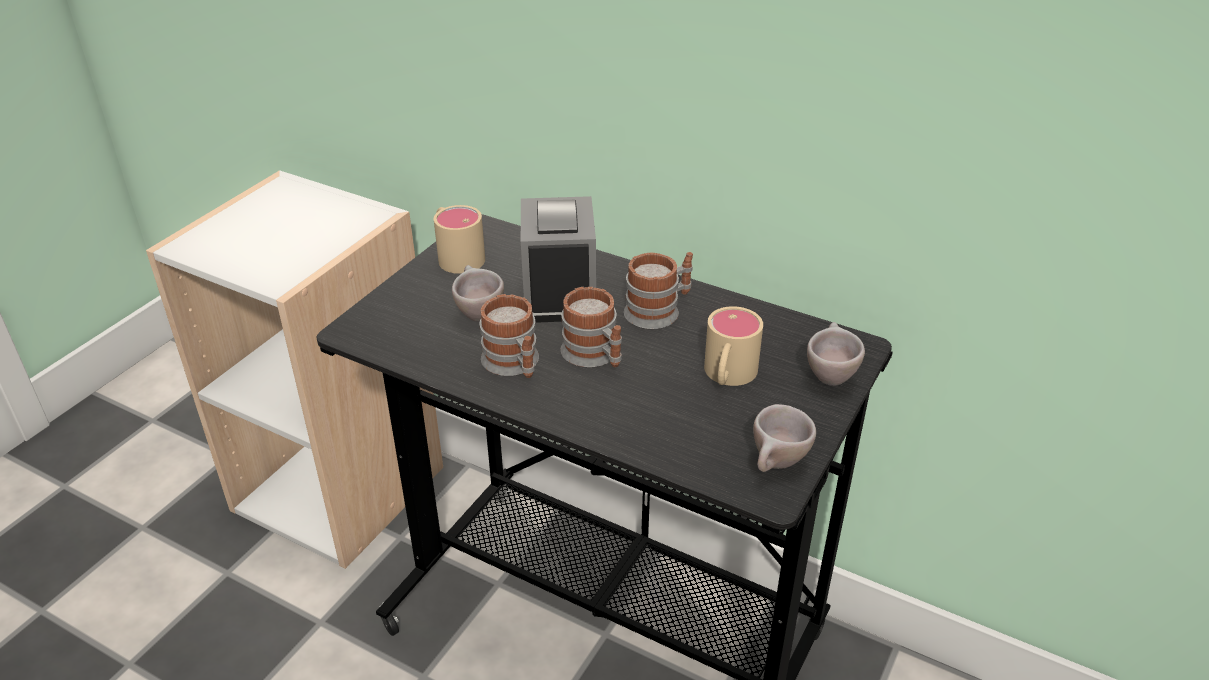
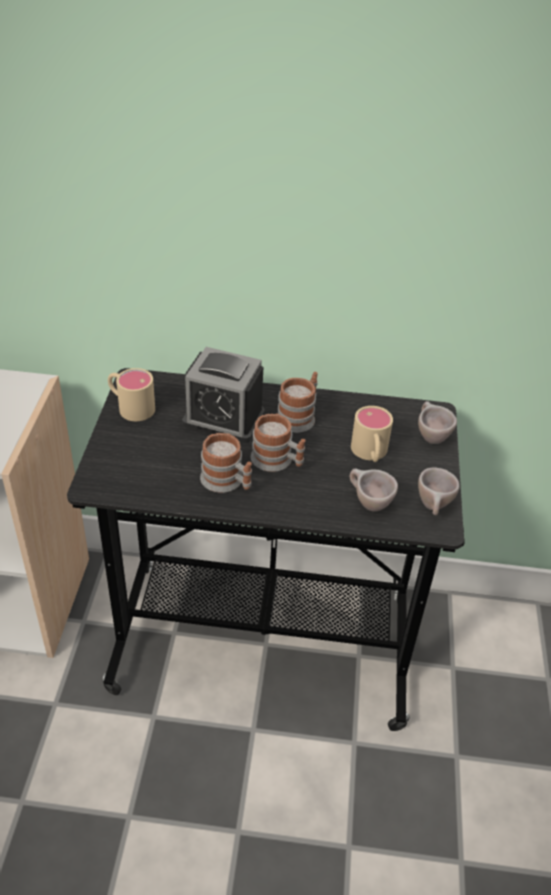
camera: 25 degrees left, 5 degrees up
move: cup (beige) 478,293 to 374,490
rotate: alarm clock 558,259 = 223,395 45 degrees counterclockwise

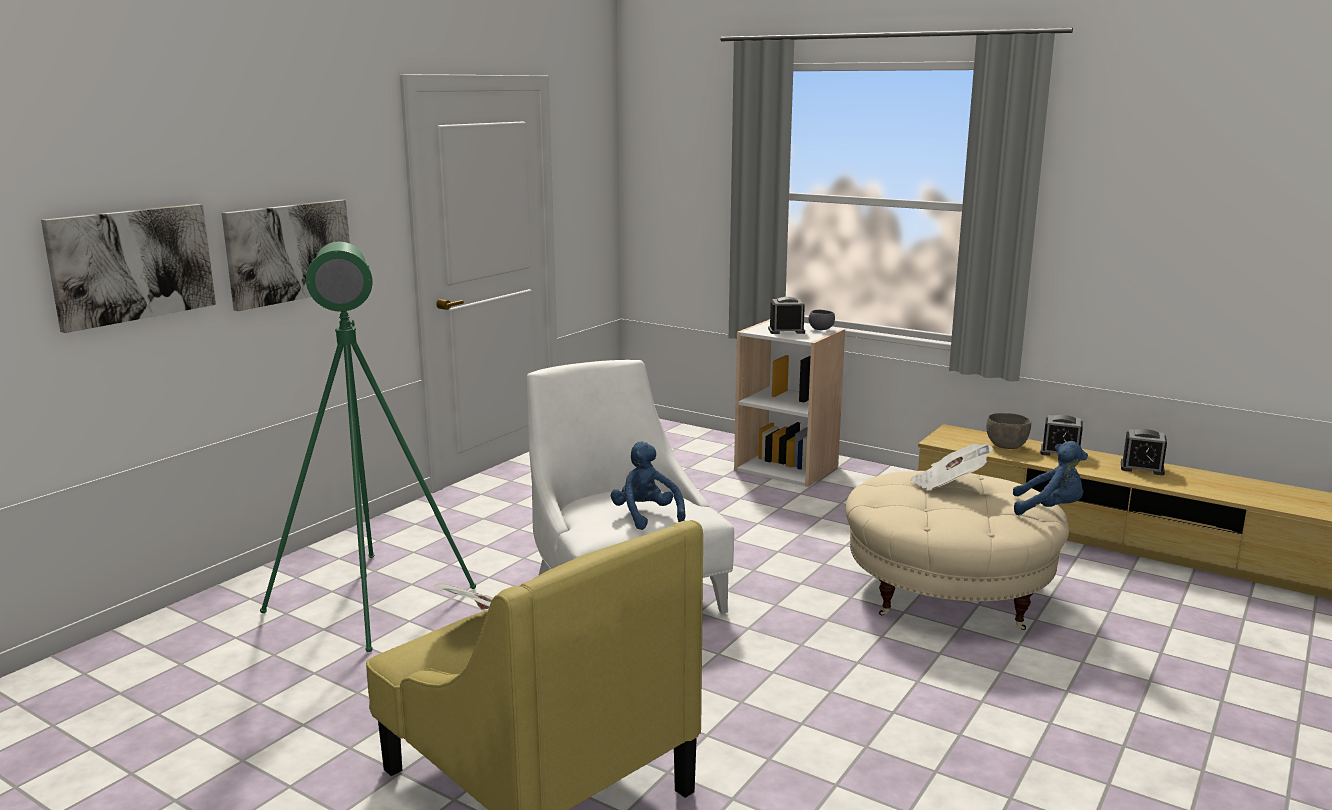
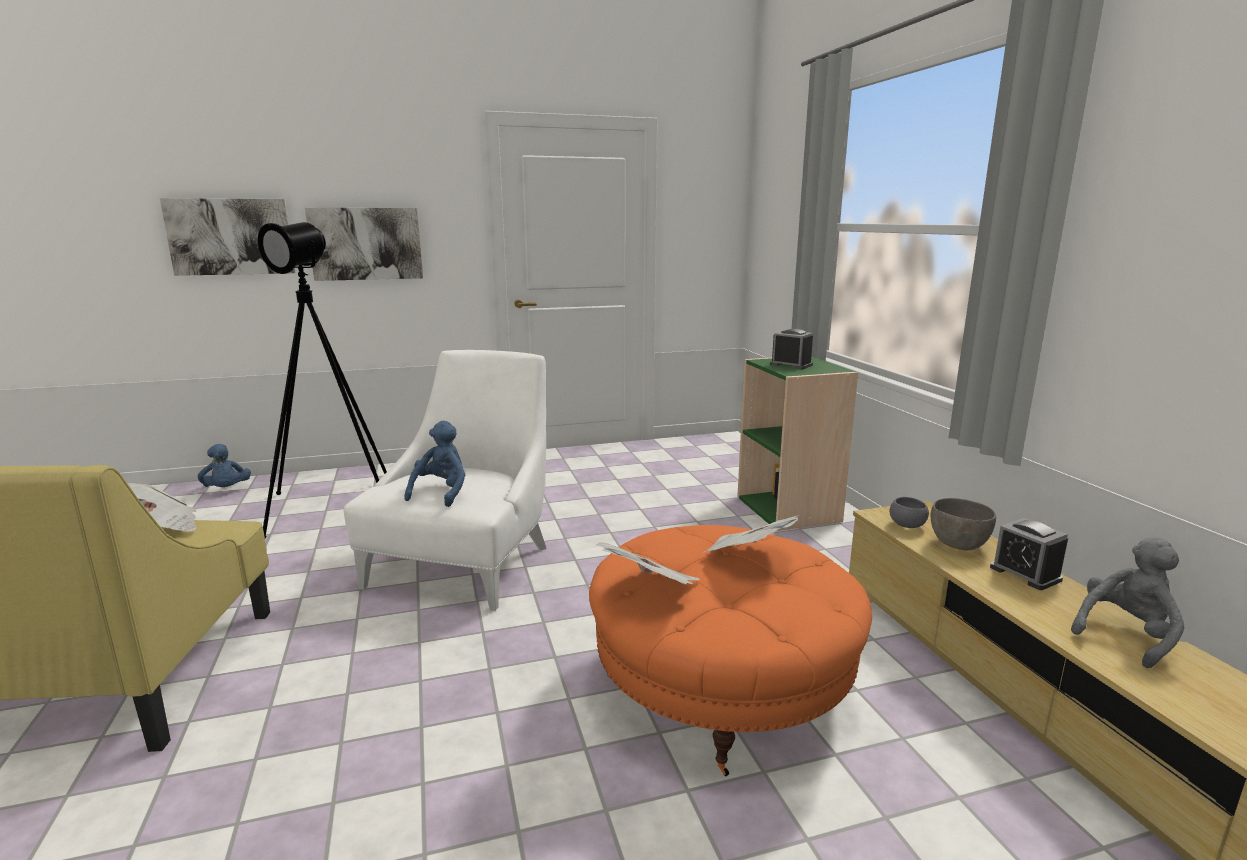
camera: 40 degrees right, 0 degrees up
insert: newspaper 648,564
move: bowl (grey) 822,320 to 909,512; plush toy (blue) 1050,478 to 224,465
replace: alarm clock 1144,452 to plush toy (grey) 1128,602
recolor: floor lamp (green) 368,447 to floor lamp (black) 322,380; bookcase (white) 789,403 to bookcase (green) 797,443; ottoman (beige) 957,550 to ottoman (orange) 730,650

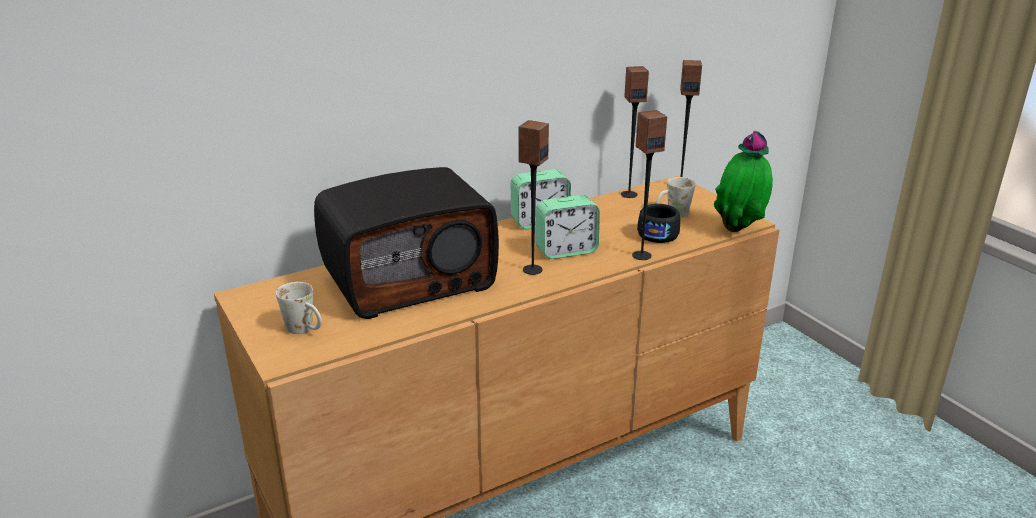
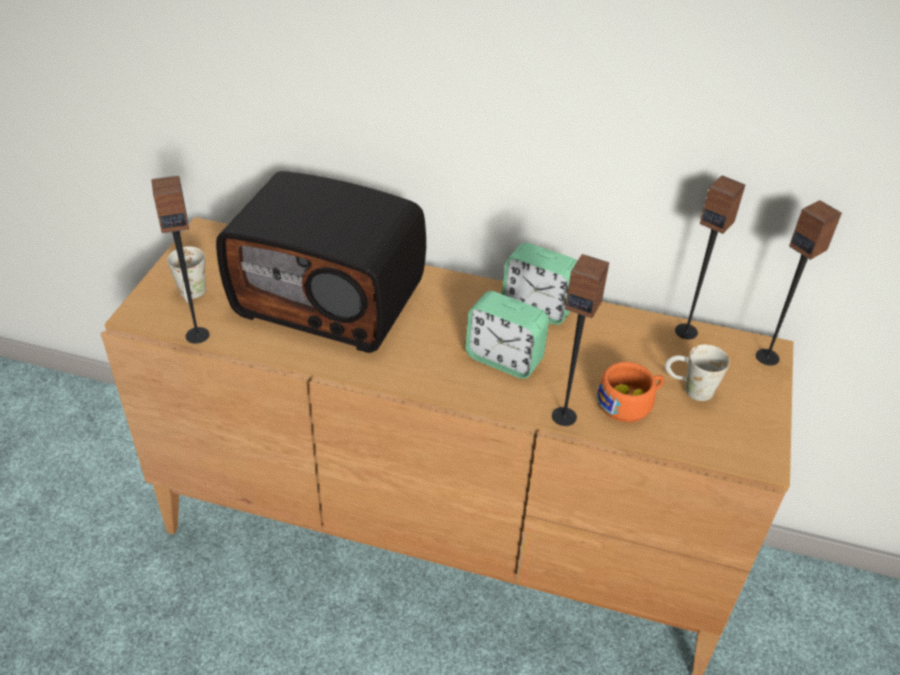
camera: 45 degrees right, 15 degrees up
delete: potted plant 743,181
move: speaker 533,197 to 180,259
recolor: cup (black) 658,223 to cup (orange) 630,392

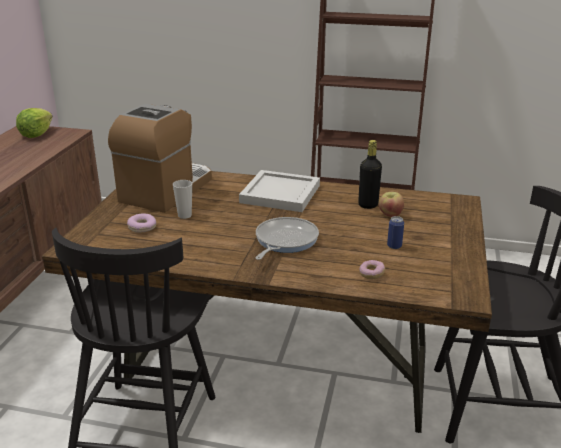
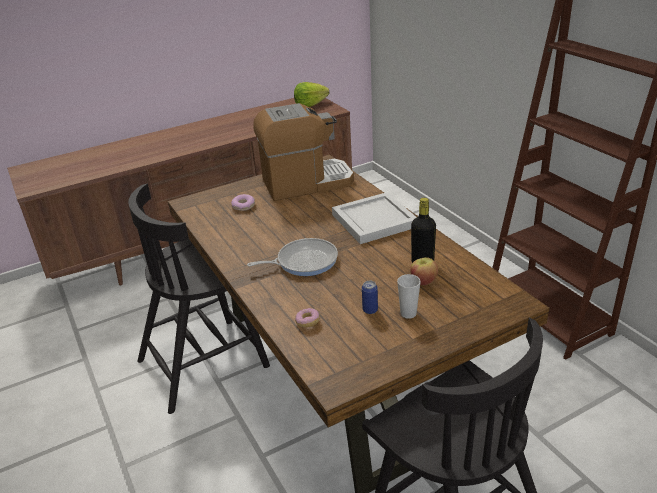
camera: 50 degrees right, 5 degrees up
move: cup 182,199 to 409,296

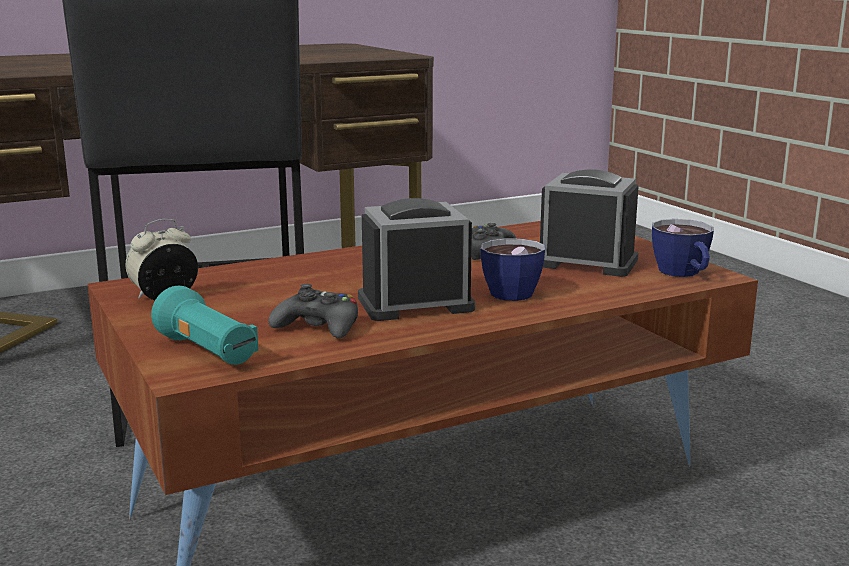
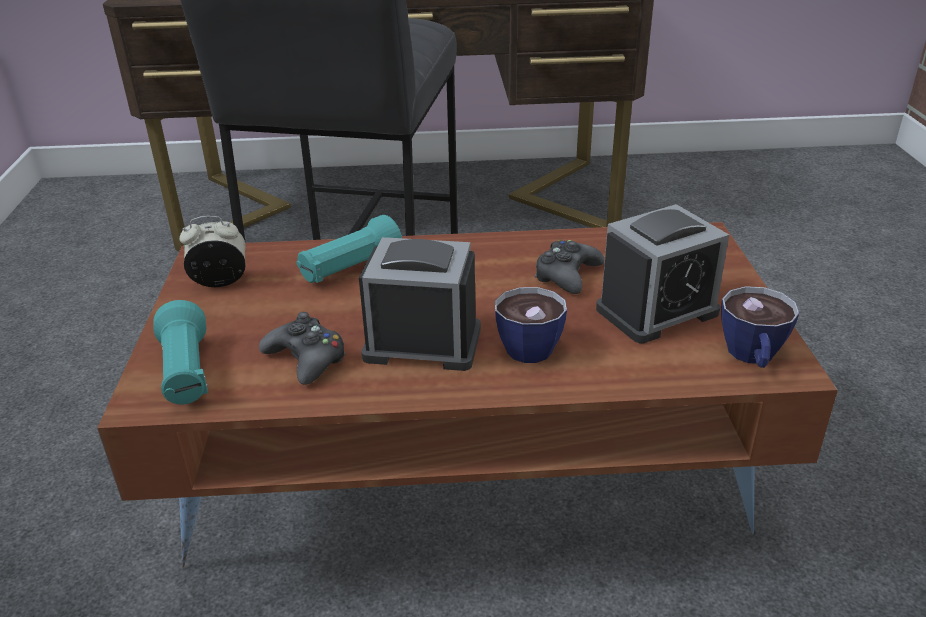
camera: 25 degrees right, 15 degrees up
insert: flashlight (turquoise) 349,249
rotate: alarm clock 589,223 = 662,273 105 degrees clockwise

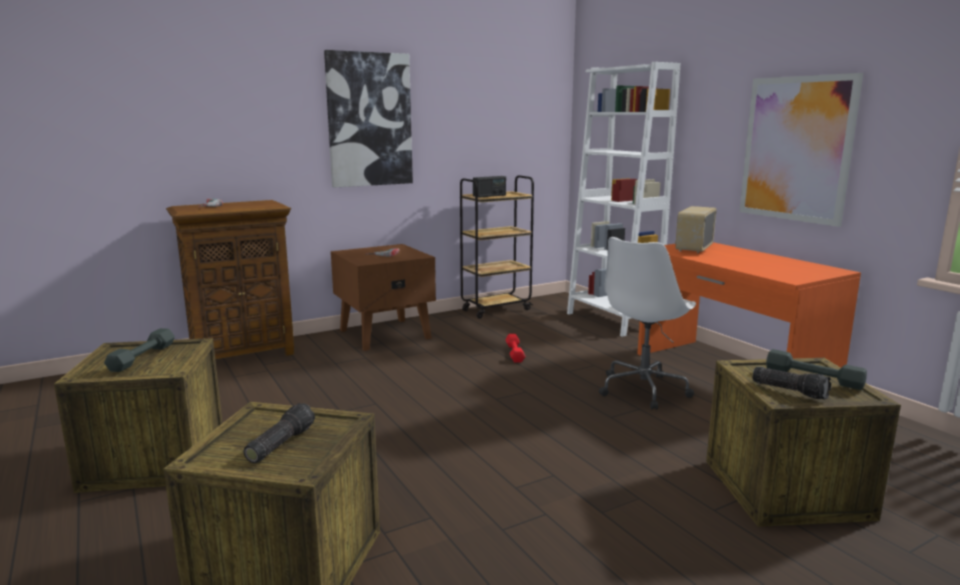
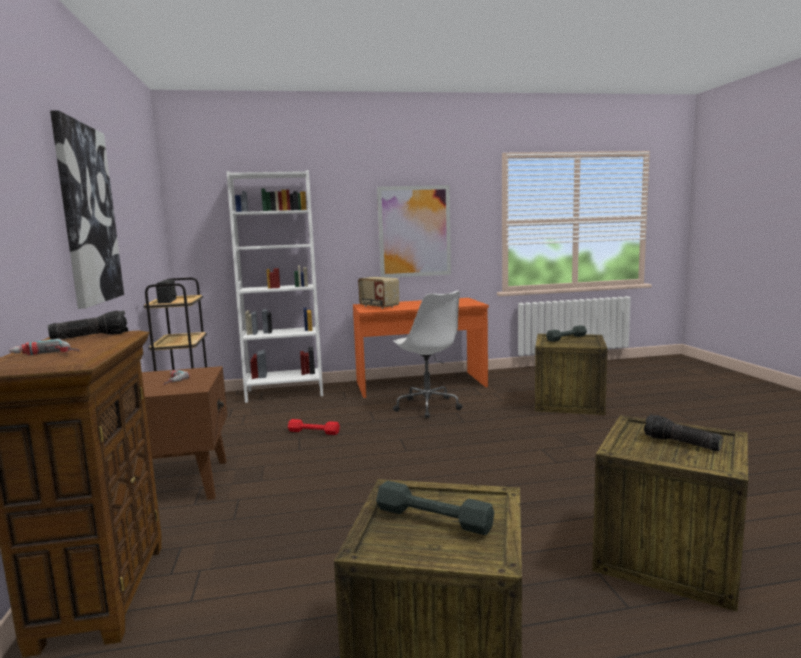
camera: 70 degrees left, 5 degrees down
move: flashlight 792,383 to 88,325

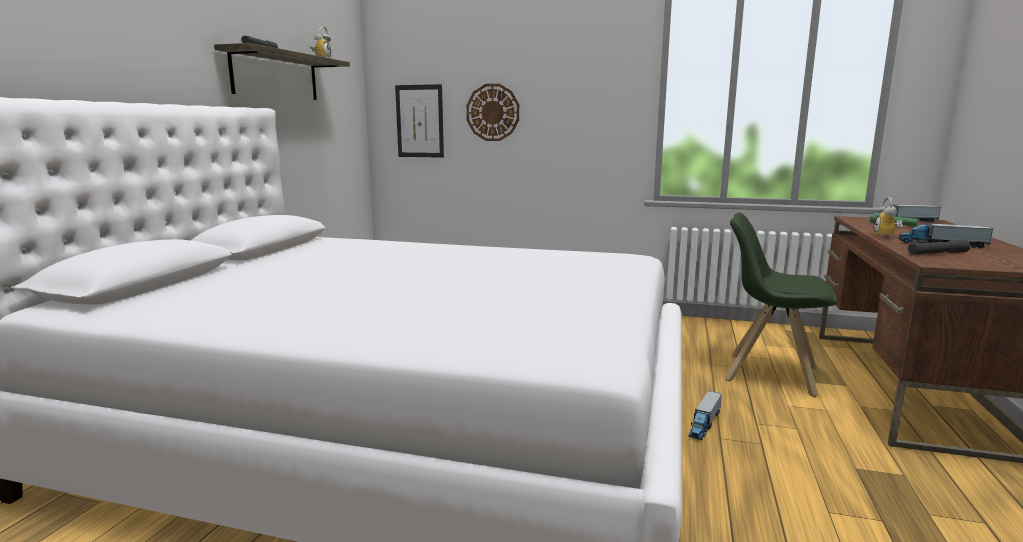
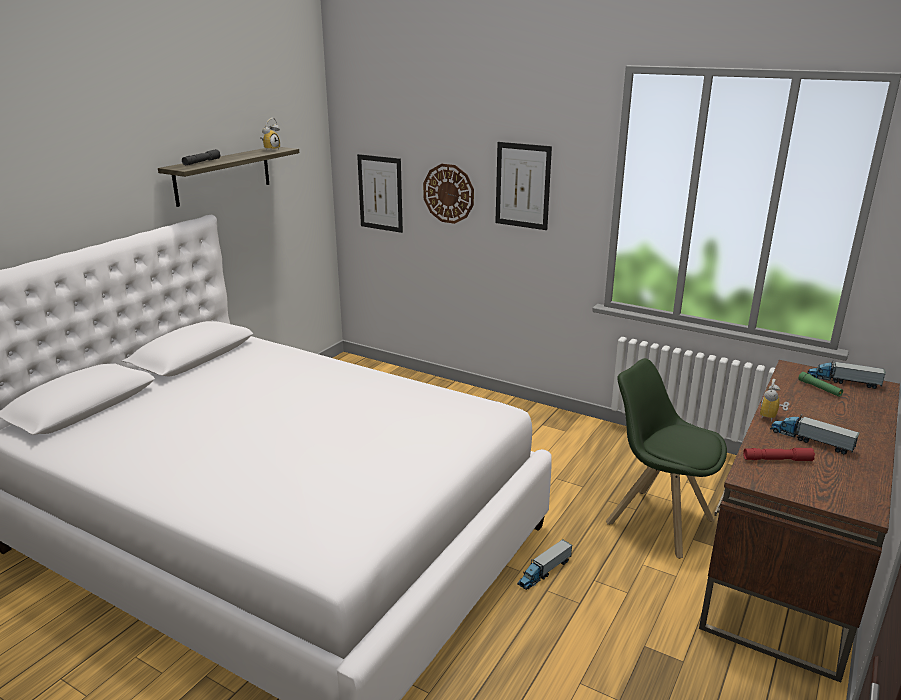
camera: 15 degrees right, 10 degrees up
insert: picture 523,186
recolor: flashlight (grey) 939,247 to flashlight (red) 779,454

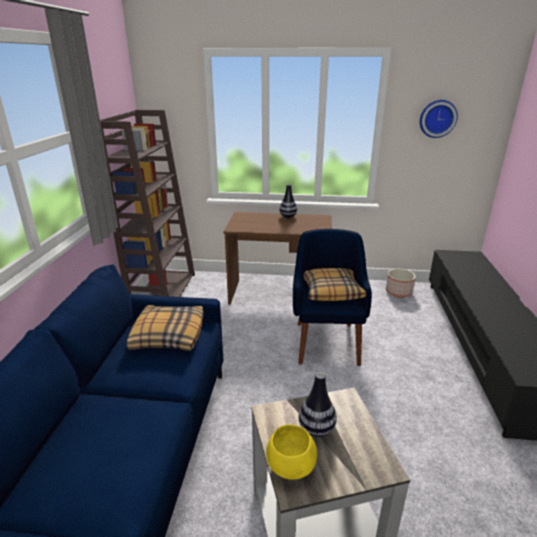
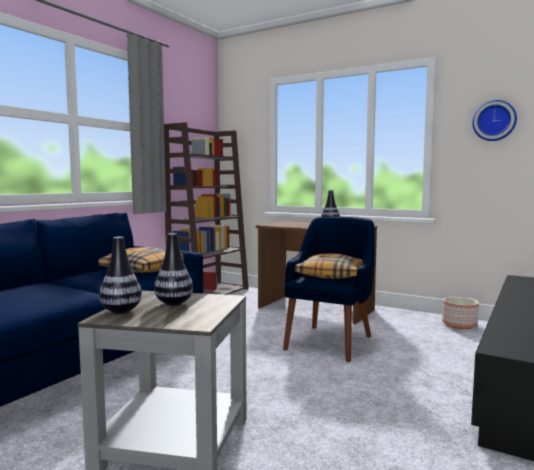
camera: 25 degrees right, 20 degrees down
replace: bowl (yellow) 291,452 to vase 120,275

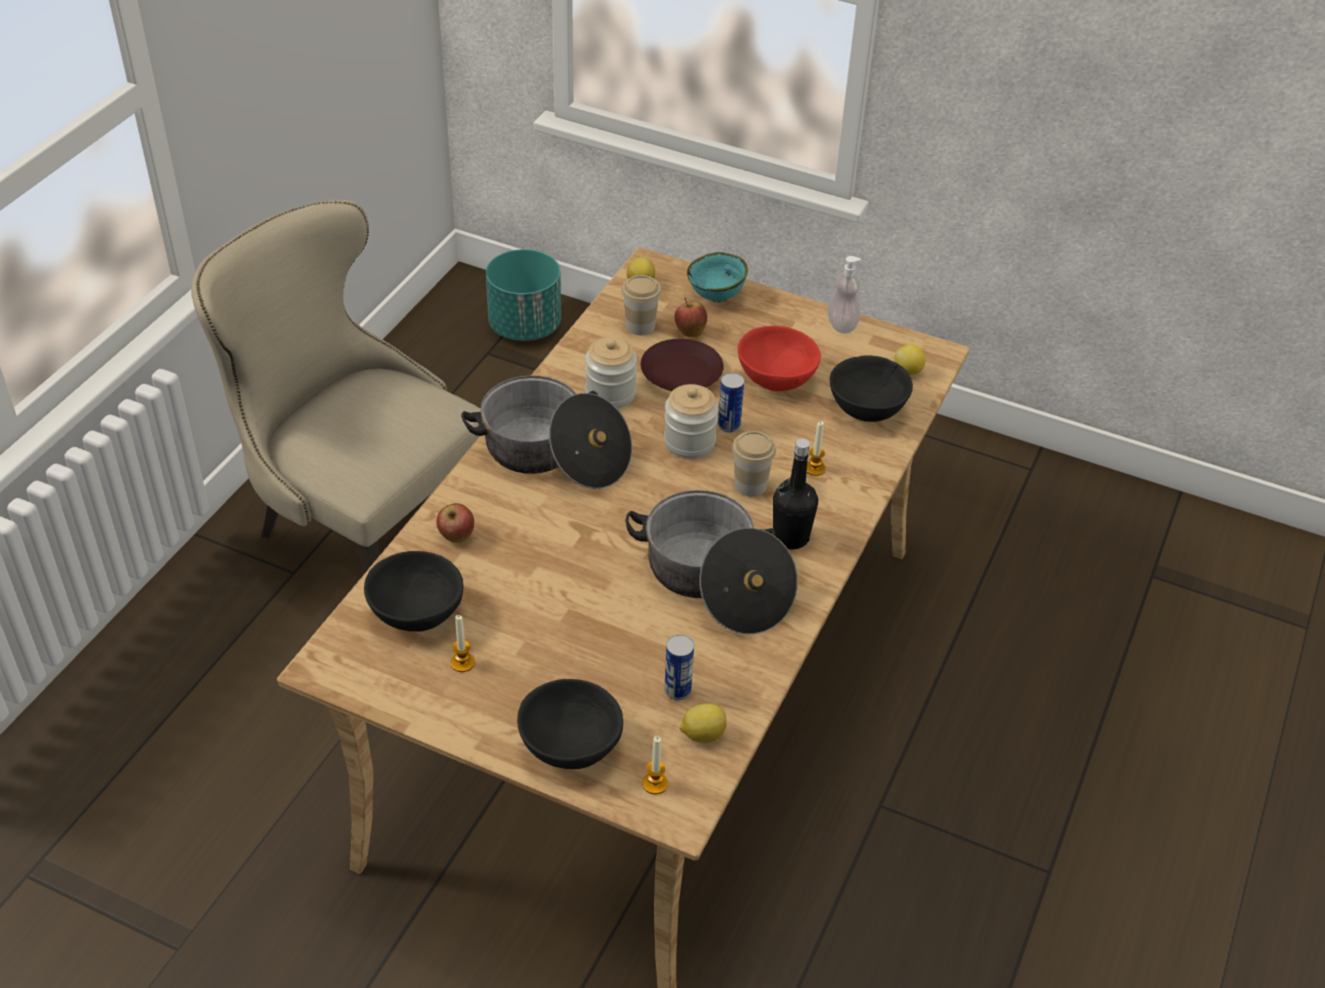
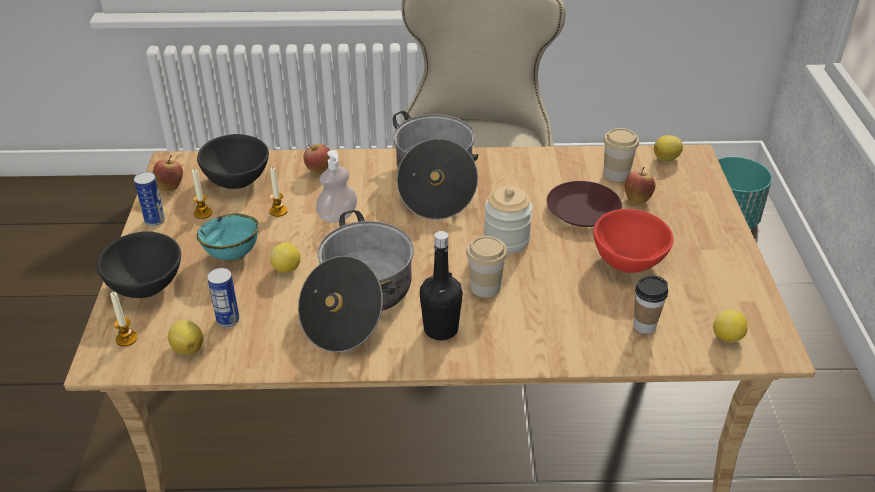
camera: 65 degrees right, 5 degrees down
delete: jar 611,373
insert: apple 168,173; lemon 285,257
move: bowl (turquoise) 717,277 to 228,238; can 731,403 to 149,199; candle 816,448 to 278,192; soap dispenser 844,294 to 336,186
replace: bowl (black) 871,388 to cup 651,305

